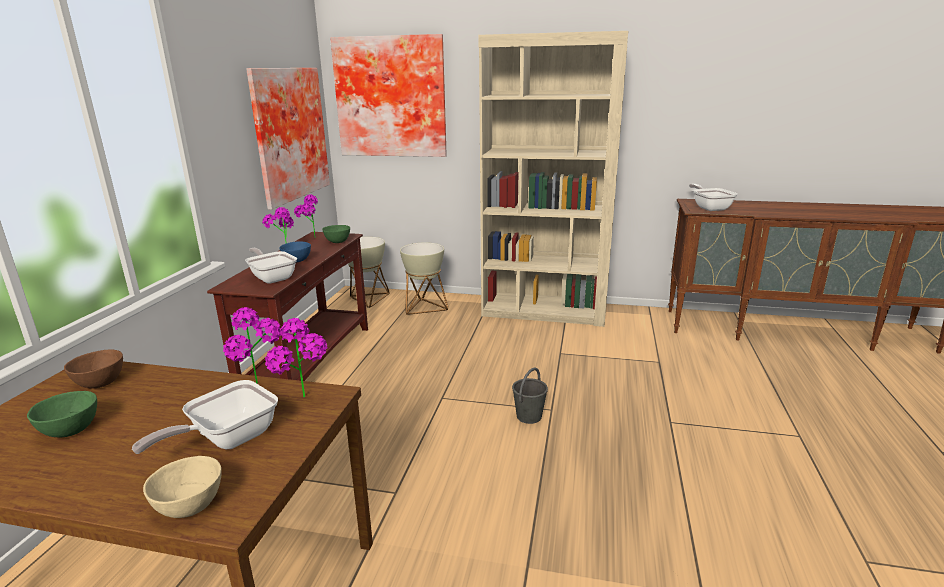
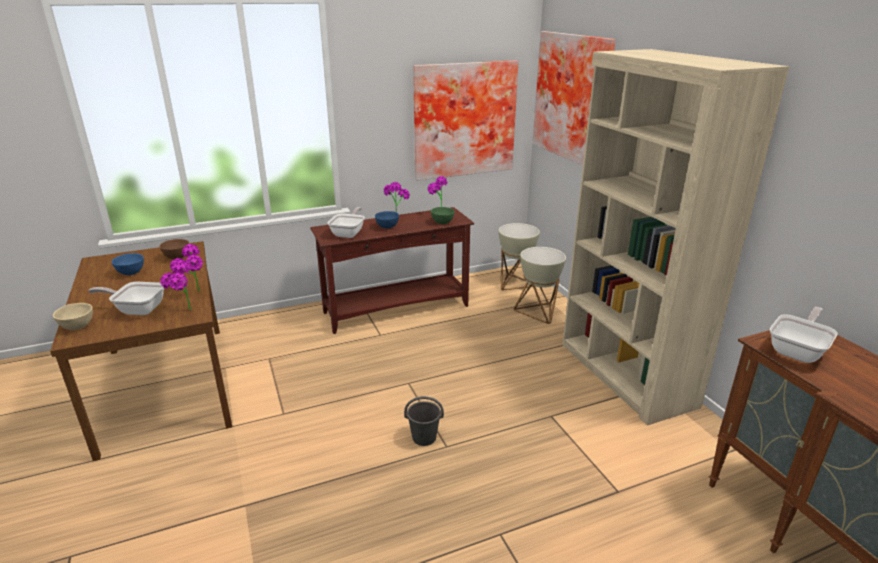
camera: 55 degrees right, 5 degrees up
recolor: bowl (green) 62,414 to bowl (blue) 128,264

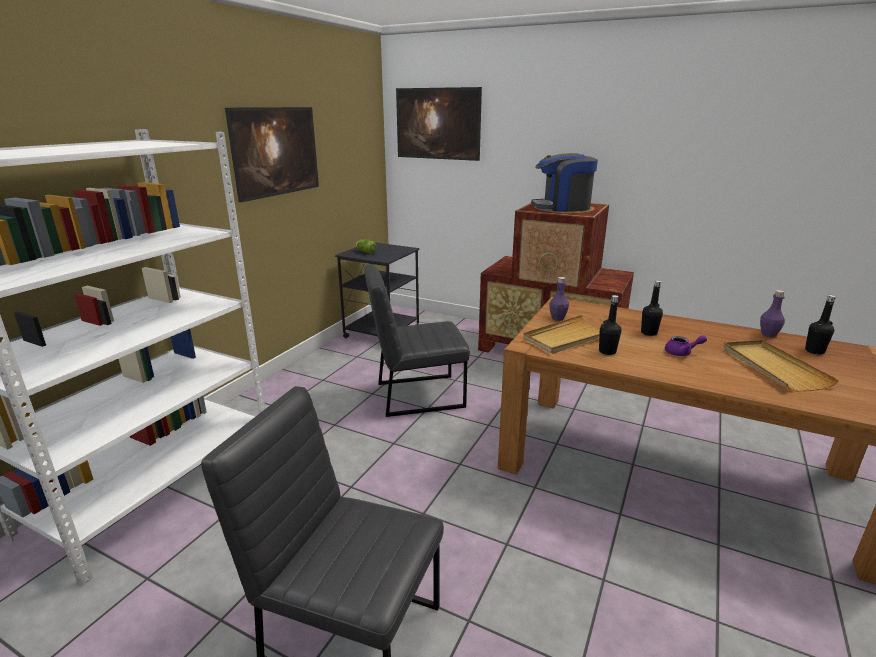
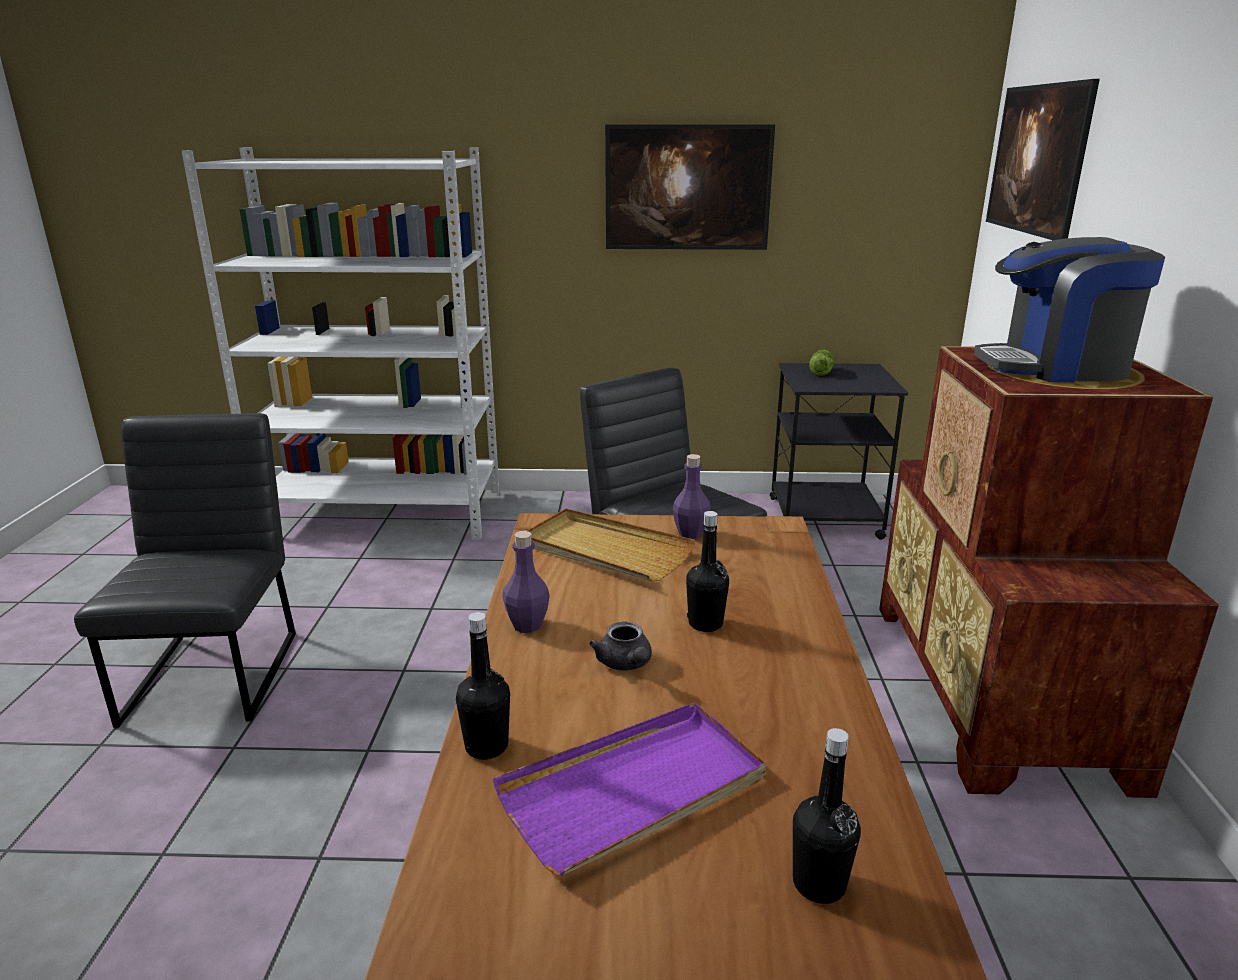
camera: 65 degrees right, 0 degrees up
move: bottle (black) 610,325 to 483,686; bottle (purple) 772,313 to 526,582
recolor: teapot (purple) 686,345 to teapot (grey) 620,646; tray (beige) 781,365 to tray (purple) 629,789
rotate: coffee machine 564,182 = 1069,309 60 degrees counterclockwise

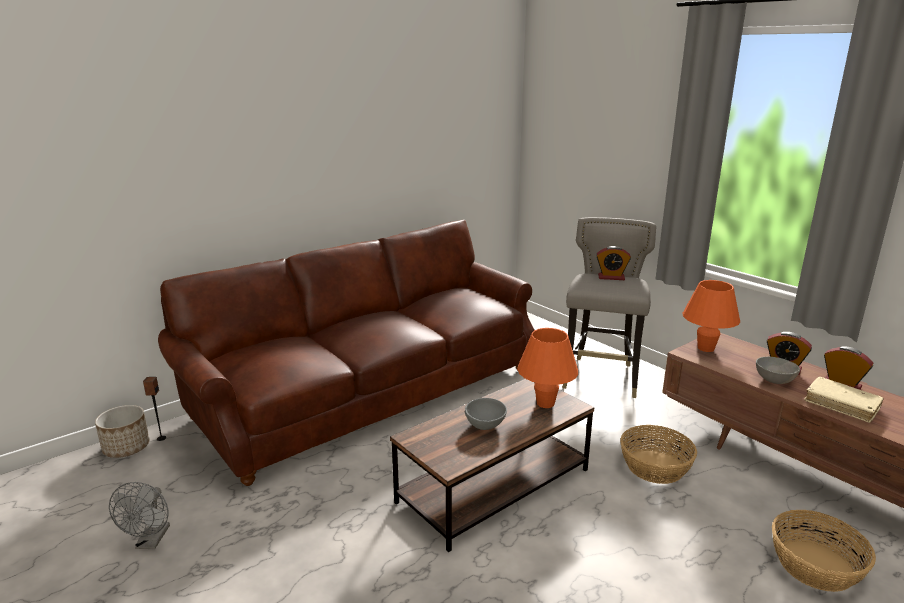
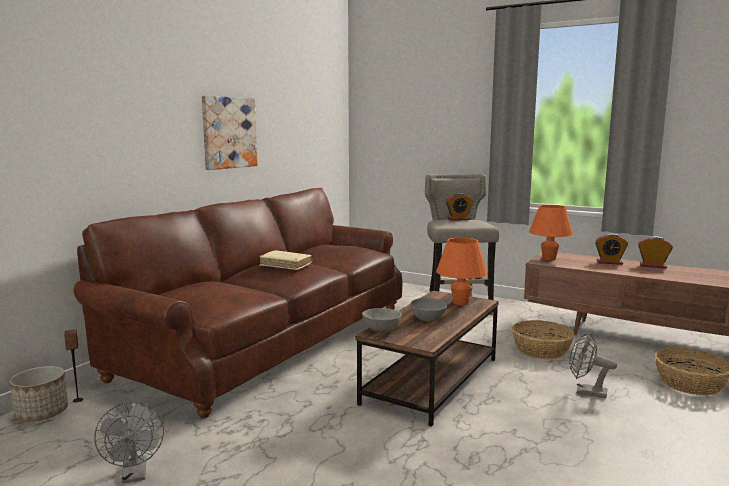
camera: 20 degrees left, 10 degrees down
insert: picture 229,133; fan (grey) 593,365
move: bowl (grey) 778,370 to 382,320; book (beige) 844,400 to 285,260

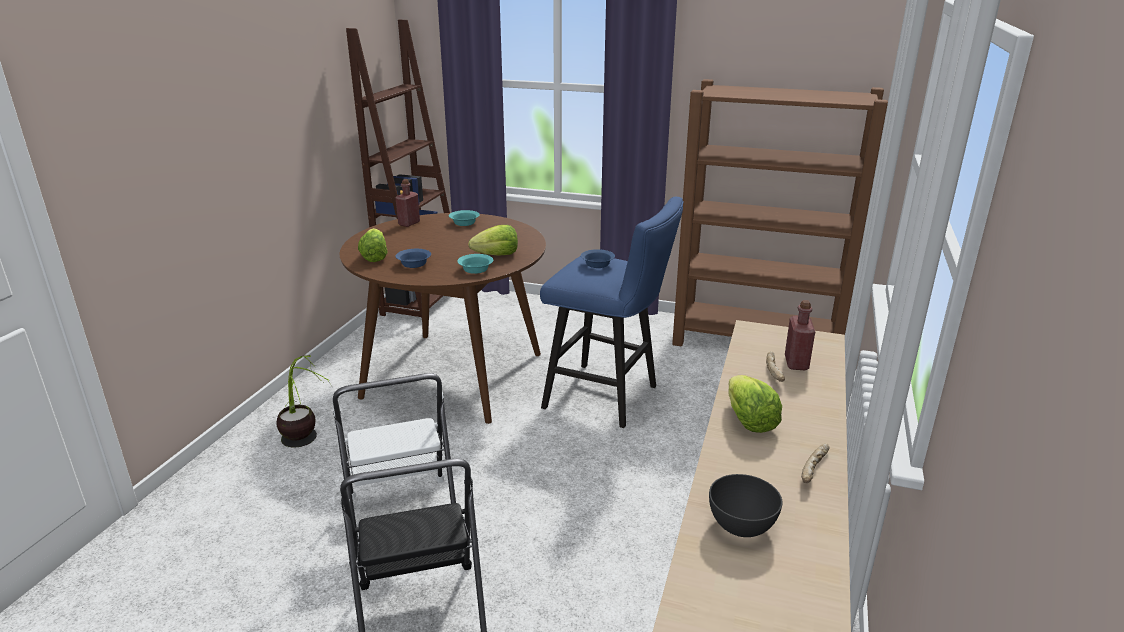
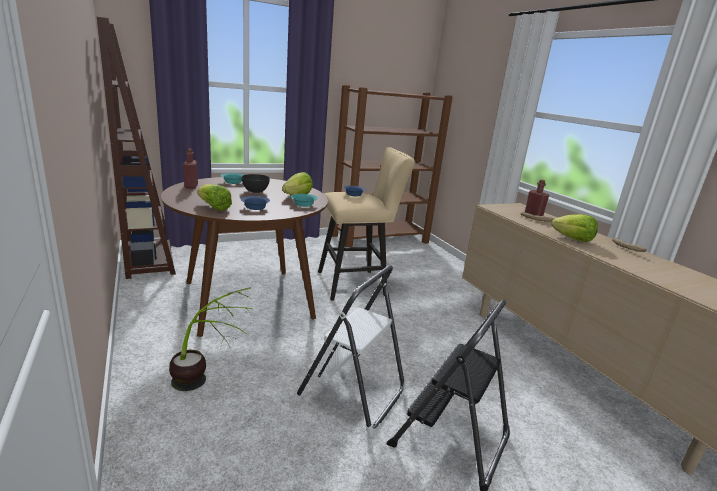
camera: 45 degrees left, 5 degrees down
move: bowl (grey) 745,505 to 256,183
recolor: stool (blue) 612,312 to stool (beige) 366,224

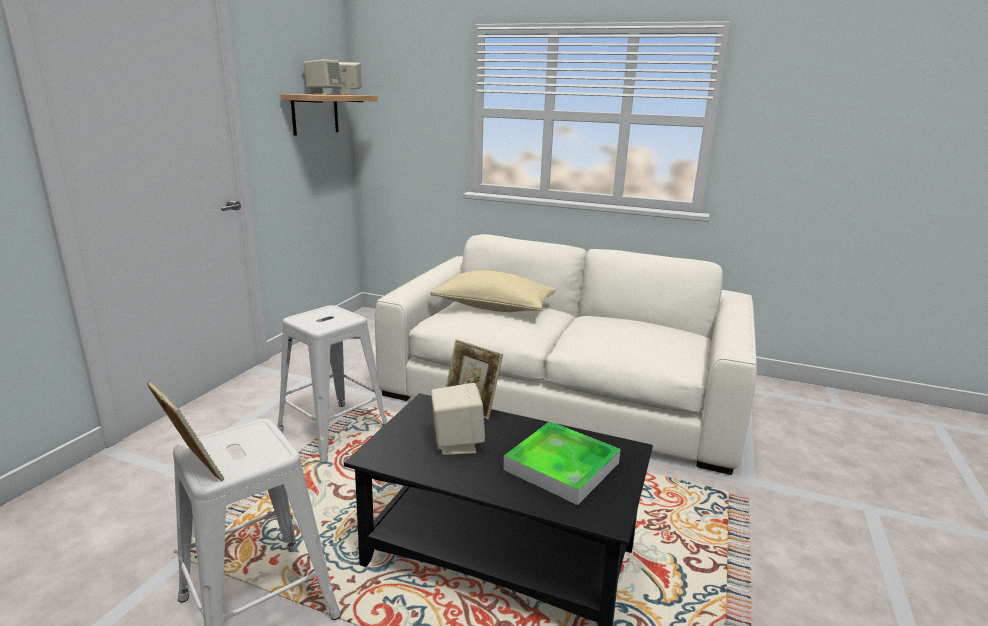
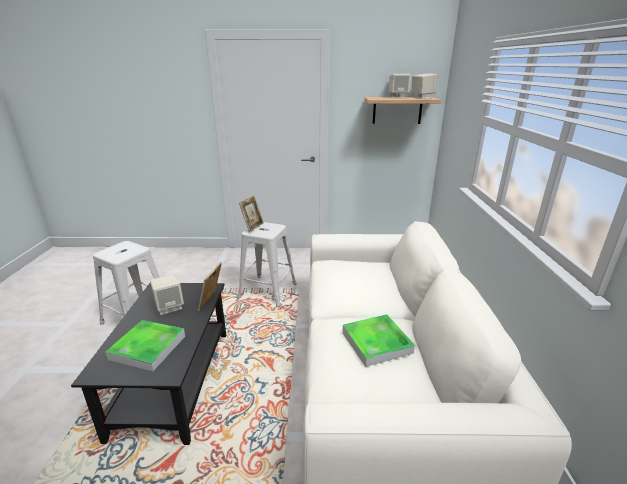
camera: 70 degrees right, 5 degrees up
delete: pillow (beige) 493,291
insert: tray 378,340
move: picture frame 185,431 to 251,214

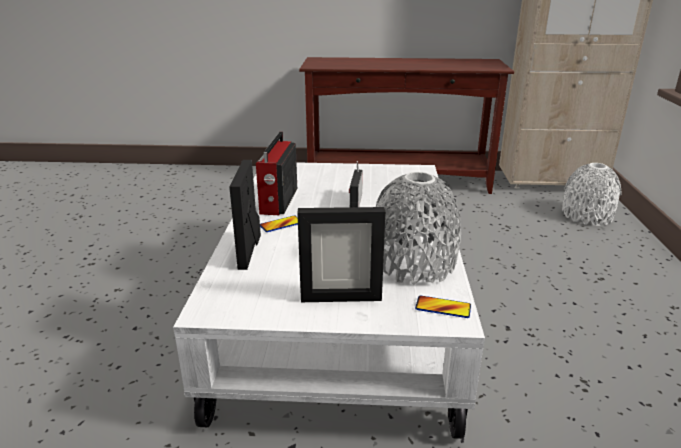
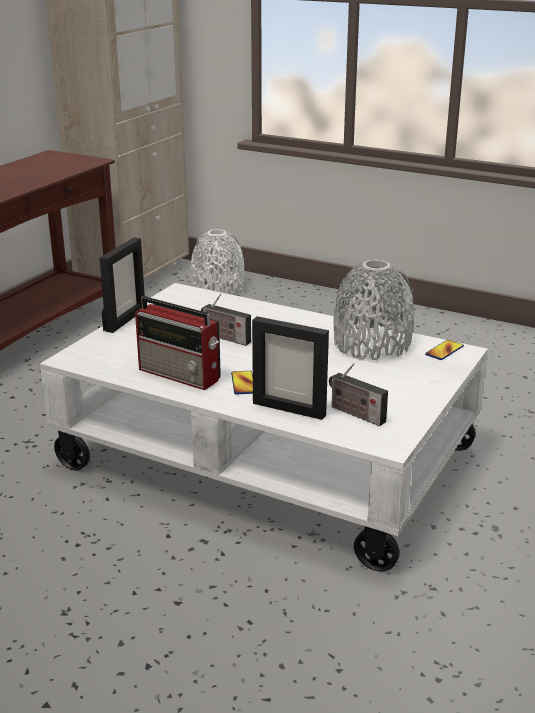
camera: 65 degrees left, 0 degrees up
insert: radio 358,394
move: picture frame 341,254 to 122,285

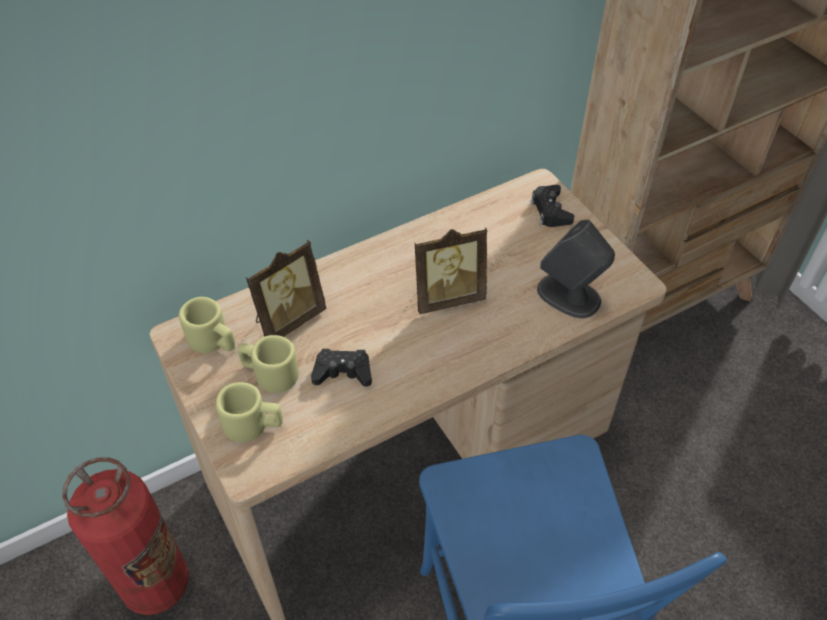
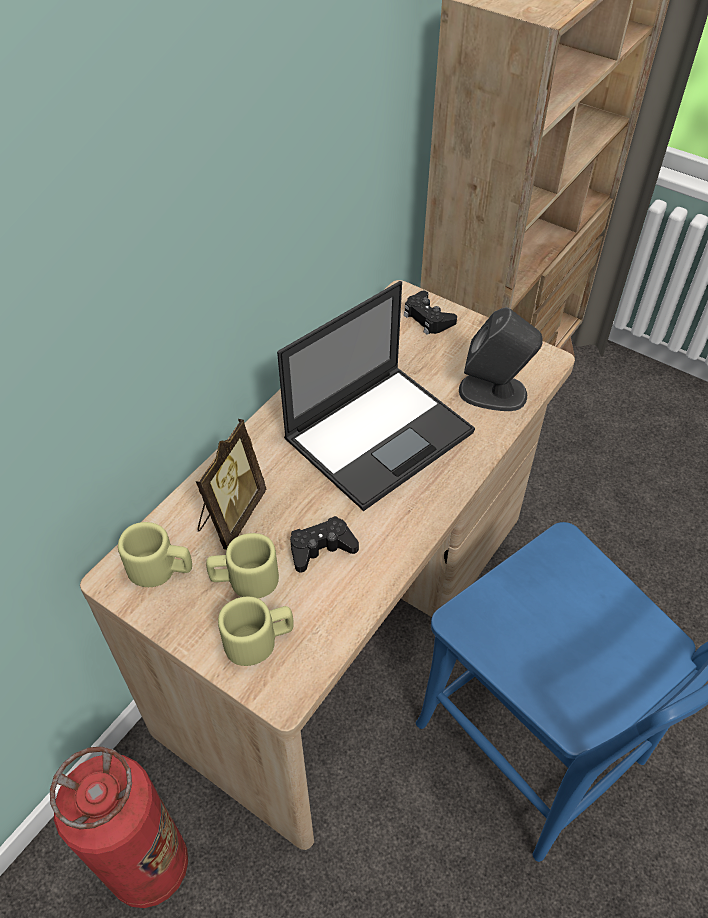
camera: 25 degrees left, 0 degrees up
replace: picture frame 451,270 to laptop 376,396

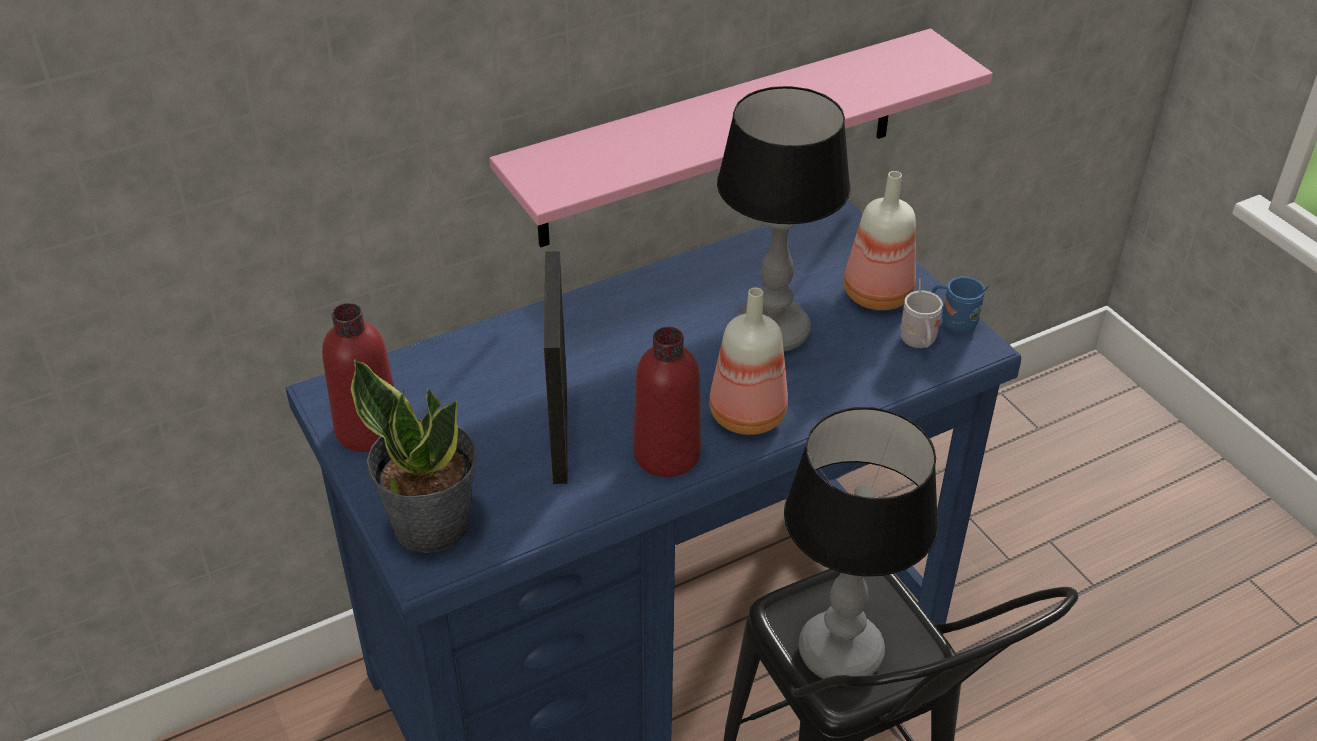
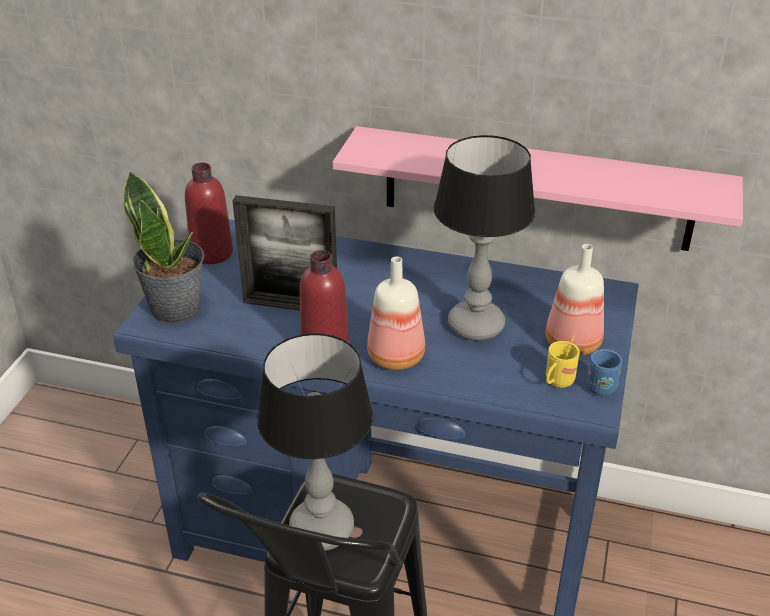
camera: 45 degrees right, 5 degrees down
recolor: mug (white) 921,313 to mug (yellow) 563,360
rotate: picture frame 556,367 = 284,252 120 degrees counterclockwise

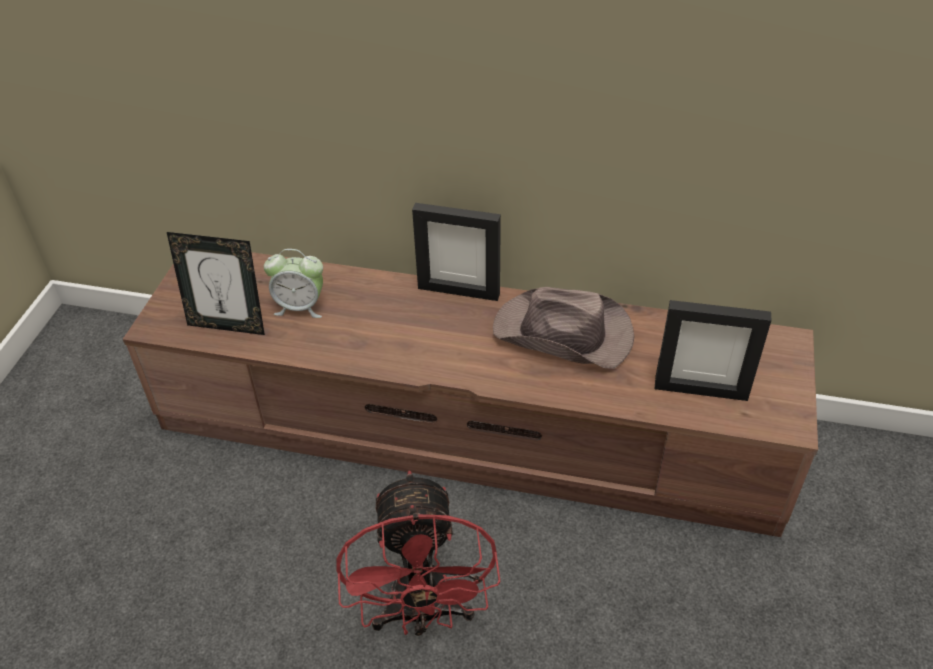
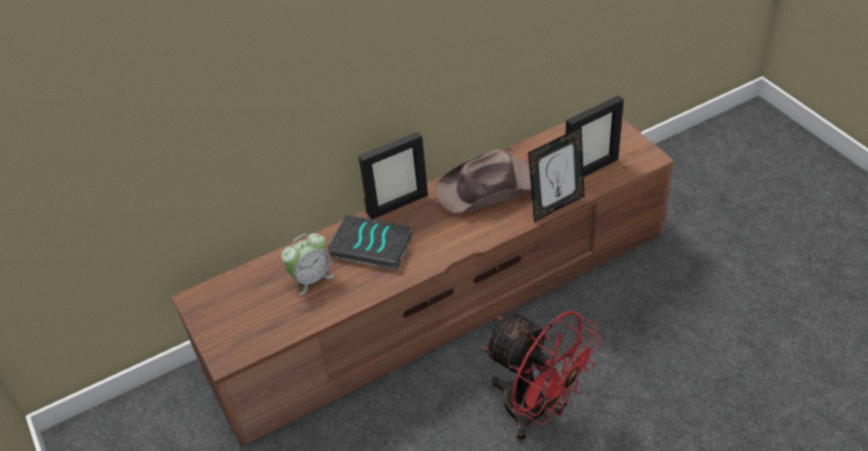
camera: 40 degrees left, 0 degrees up
insert: book 369,242
move: picture frame 216,283 to 556,174

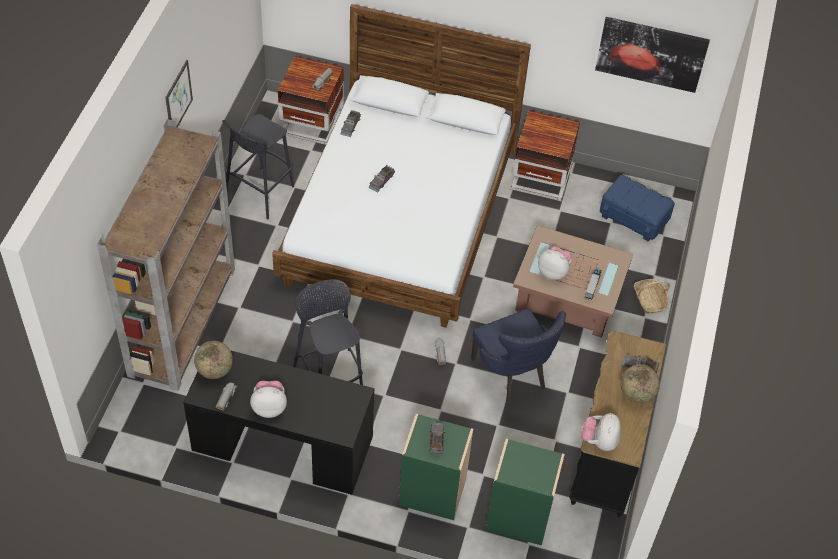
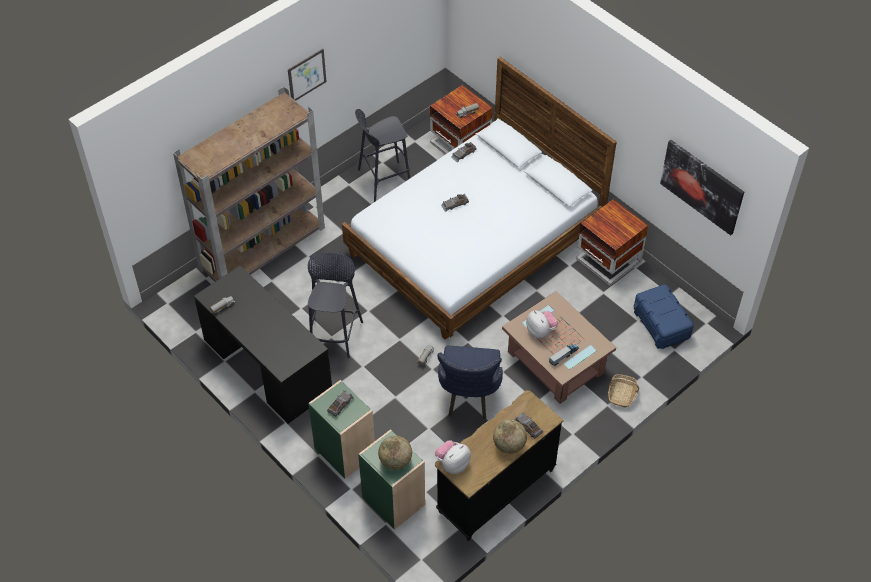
camera: 35 degrees right, 0 degrees up
delete: plush toy 268,399
move: globe 213,360 to 395,453

